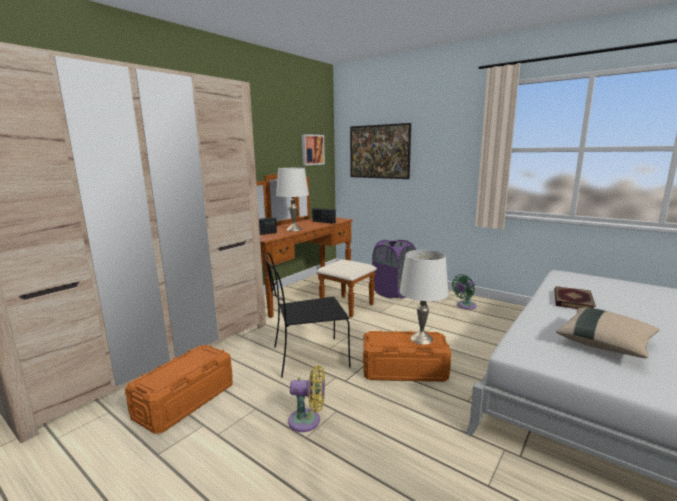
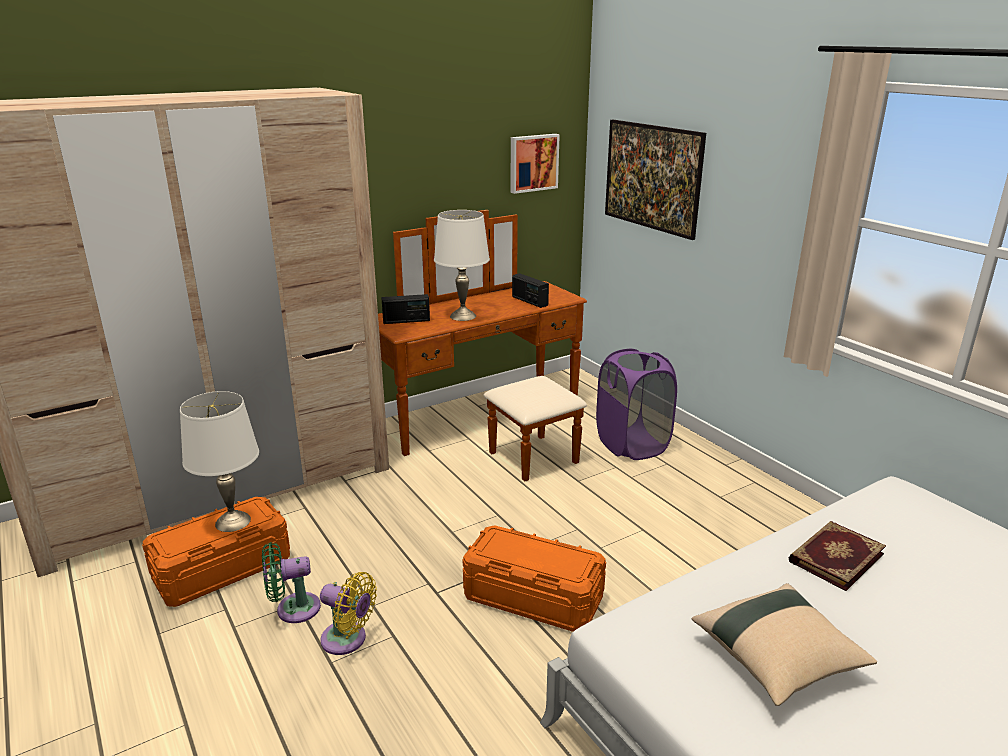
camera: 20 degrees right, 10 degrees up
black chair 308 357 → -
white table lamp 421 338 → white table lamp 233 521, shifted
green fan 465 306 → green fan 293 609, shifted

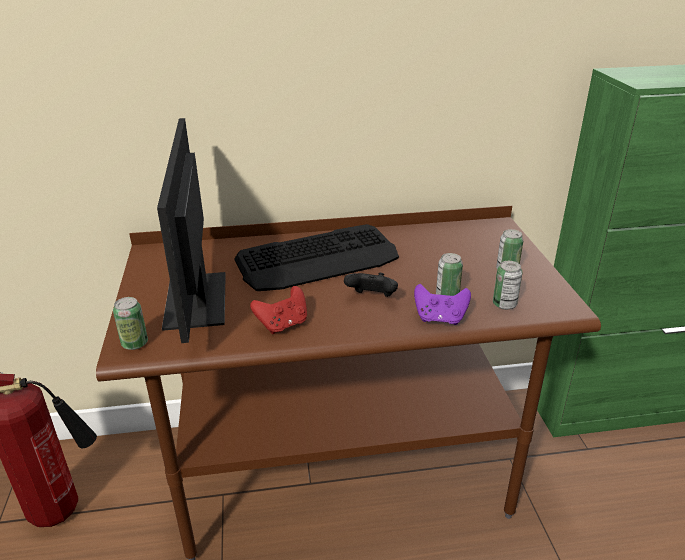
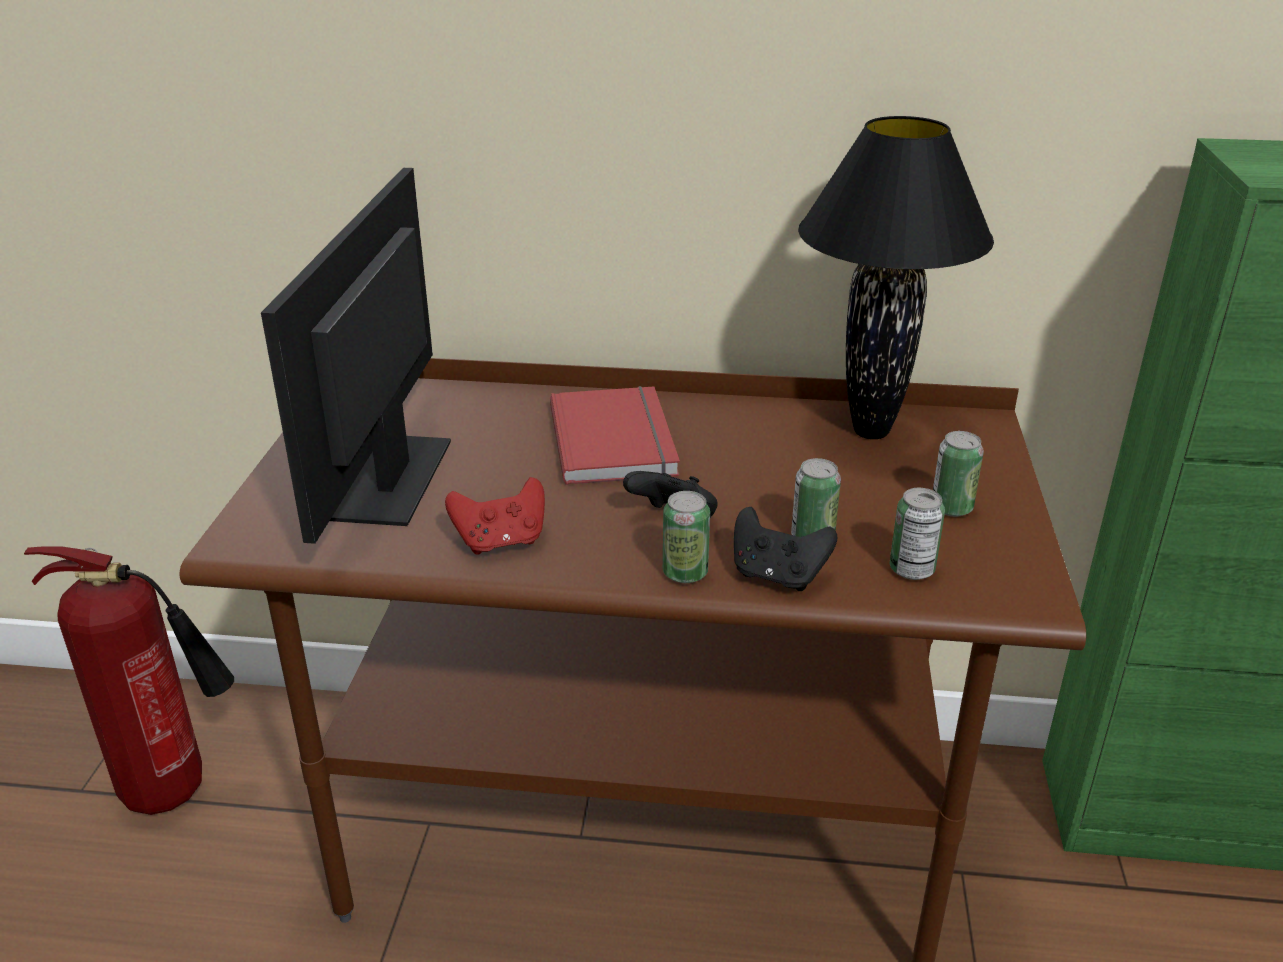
camera: 15 degrees right, 0 degrees up
can 135 343 → can 685 573, shifted
keyboard 318 259 → red book 617 439
purple game controller 440 318 → black game controller 777 576
- → black table lamp 872 432

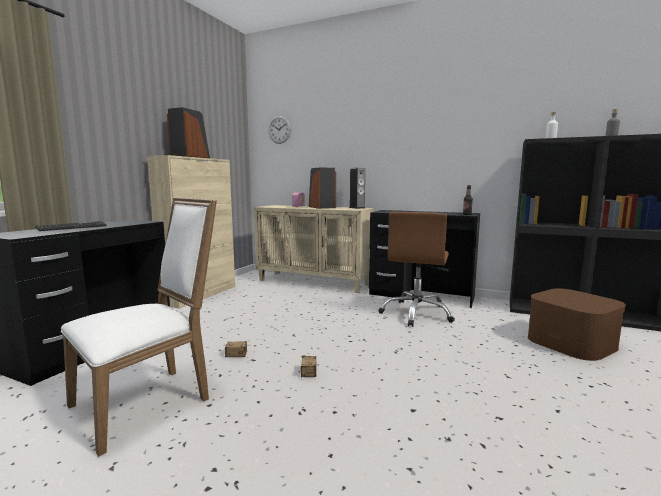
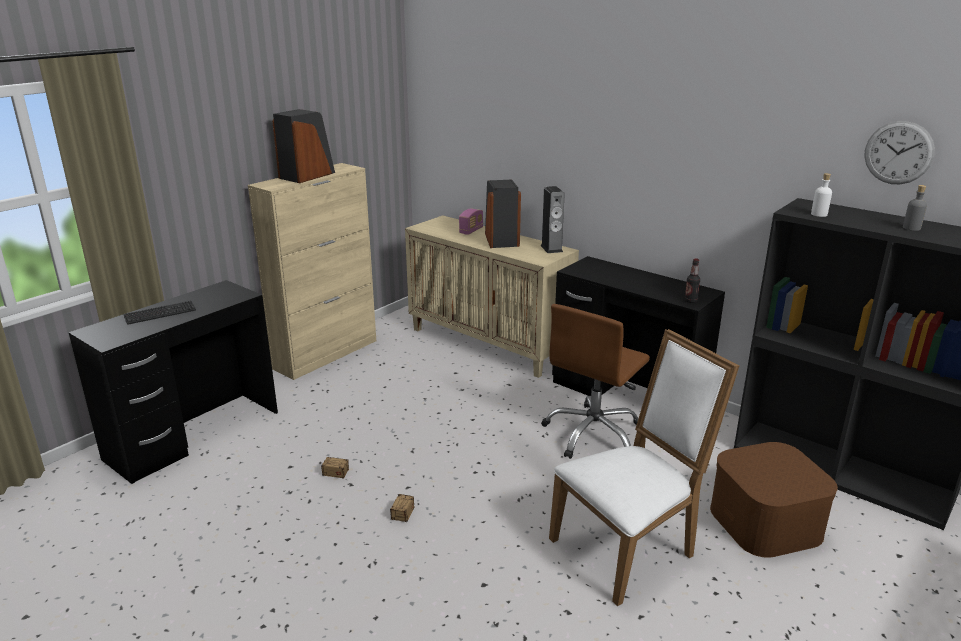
camera: 15 degrees right, 15 degrees up
white chair 149 401 → white chair 630 547, shifted
wall clock 279 129 → wall clock 898 153, shifted

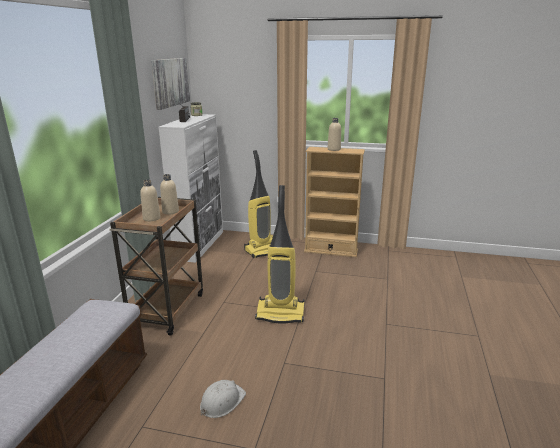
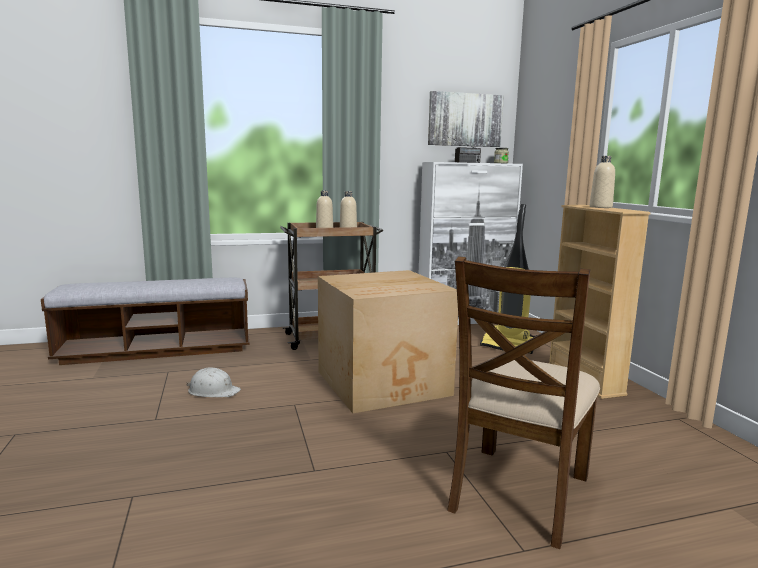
camera: 60 degrees right, 10 degrees down
vacuum cleaner 281 313 → cardboard box 385 383
- → brown chair 518 492

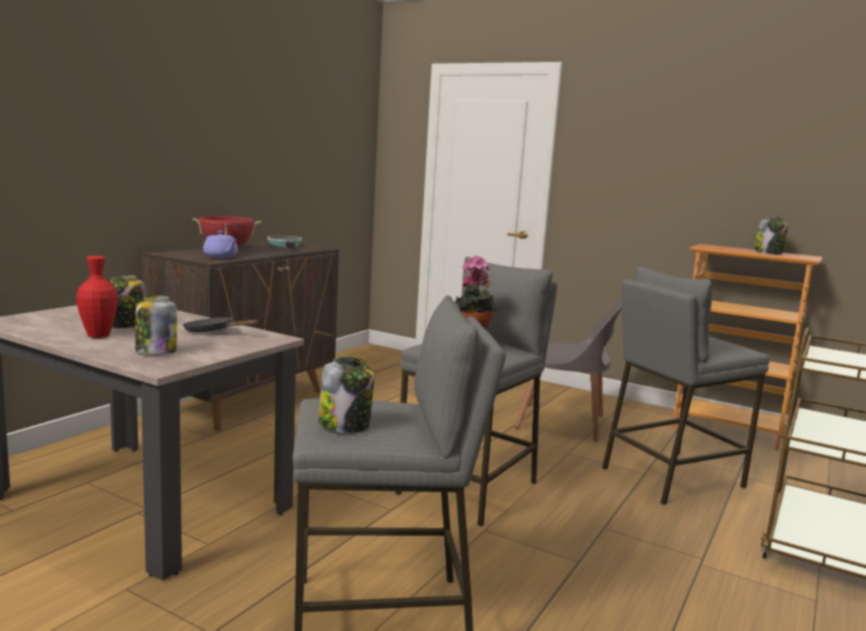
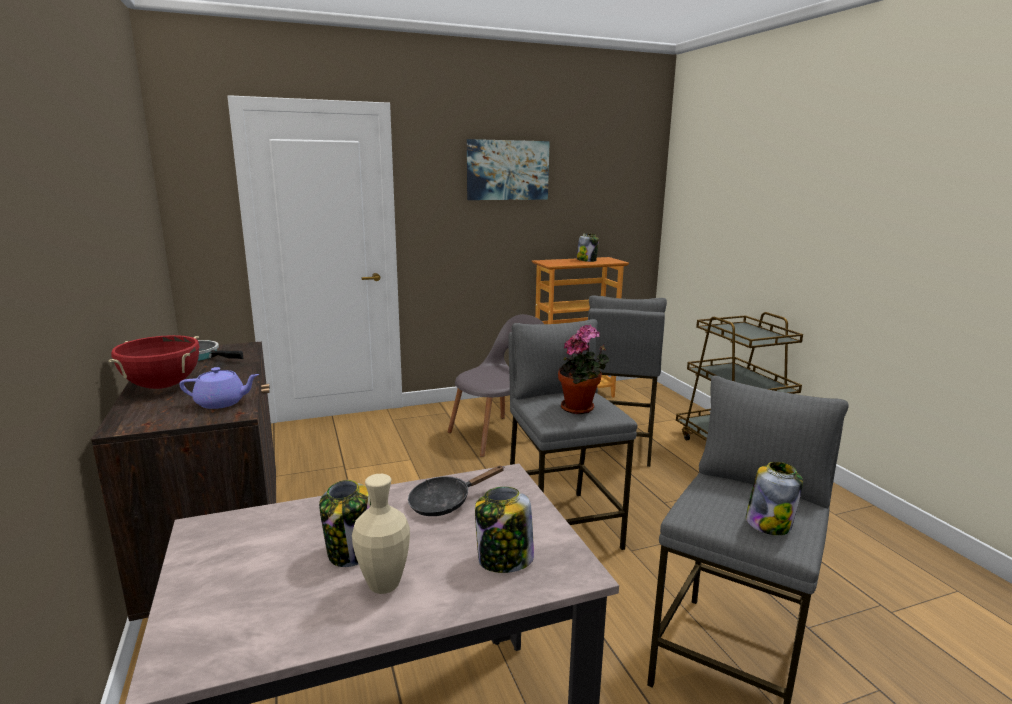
camera: 50 degrees left, 5 degrees up
red vase 98 336 → beige vase 384 585
- → picture 507 170

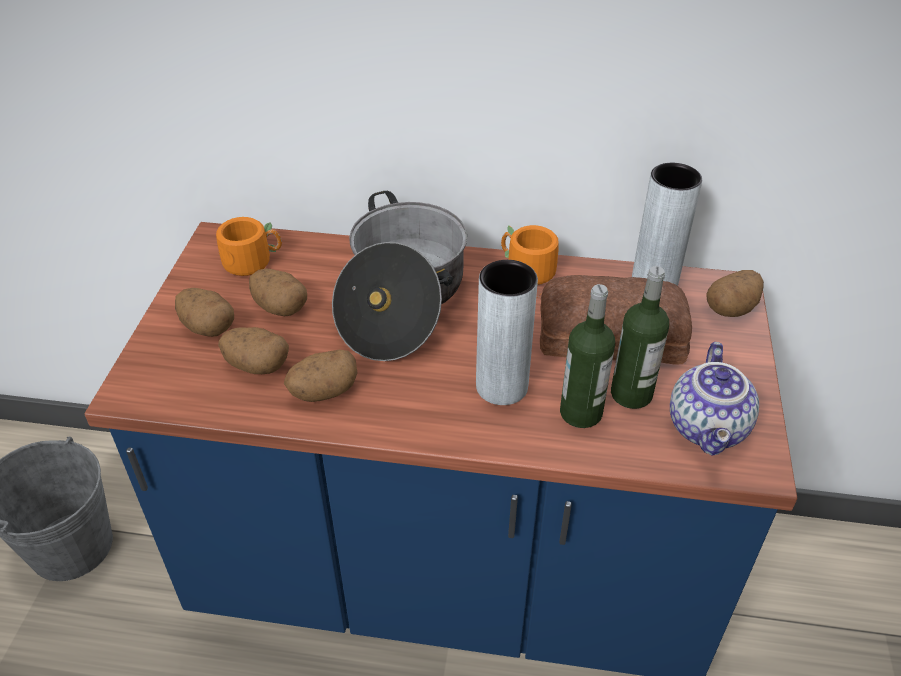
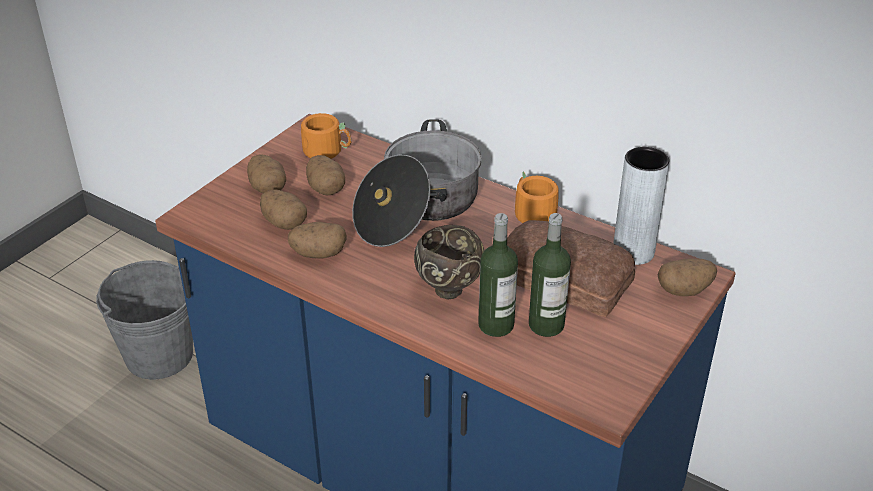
camera: 25 degrees right, 5 degrees down
grey vase 501 386 → brown bowl 449 289
teapot 709 429 → -

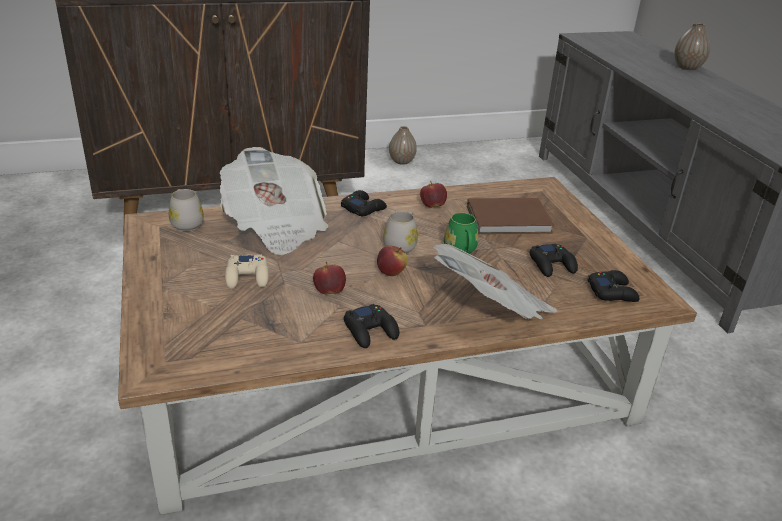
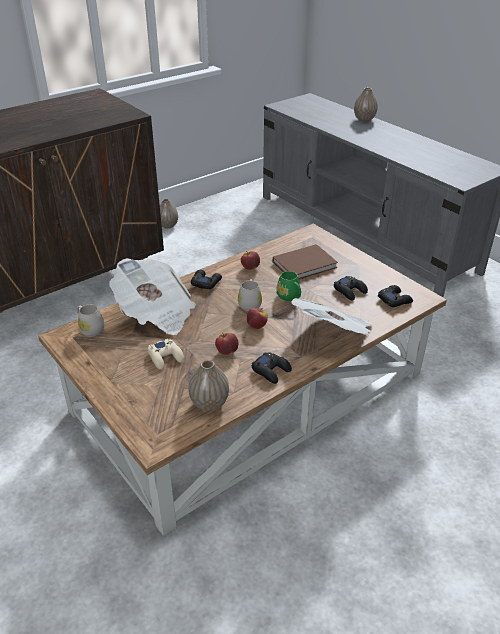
camera: 20 degrees left, 5 degrees up
- → vase 209 403

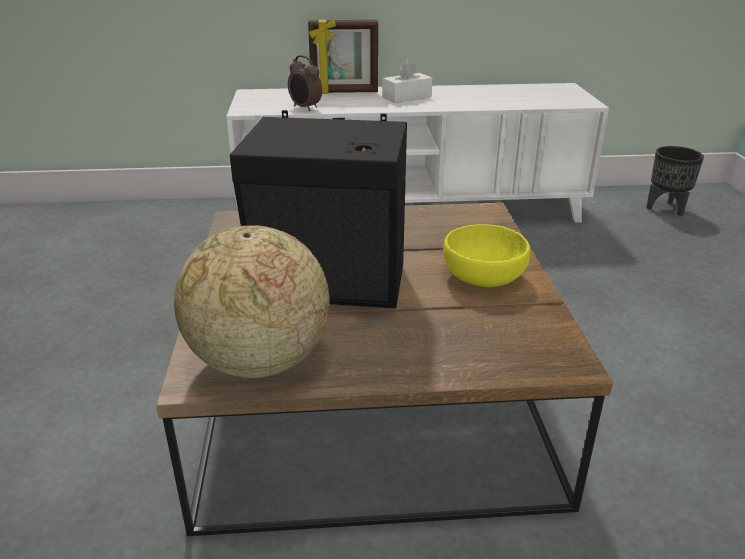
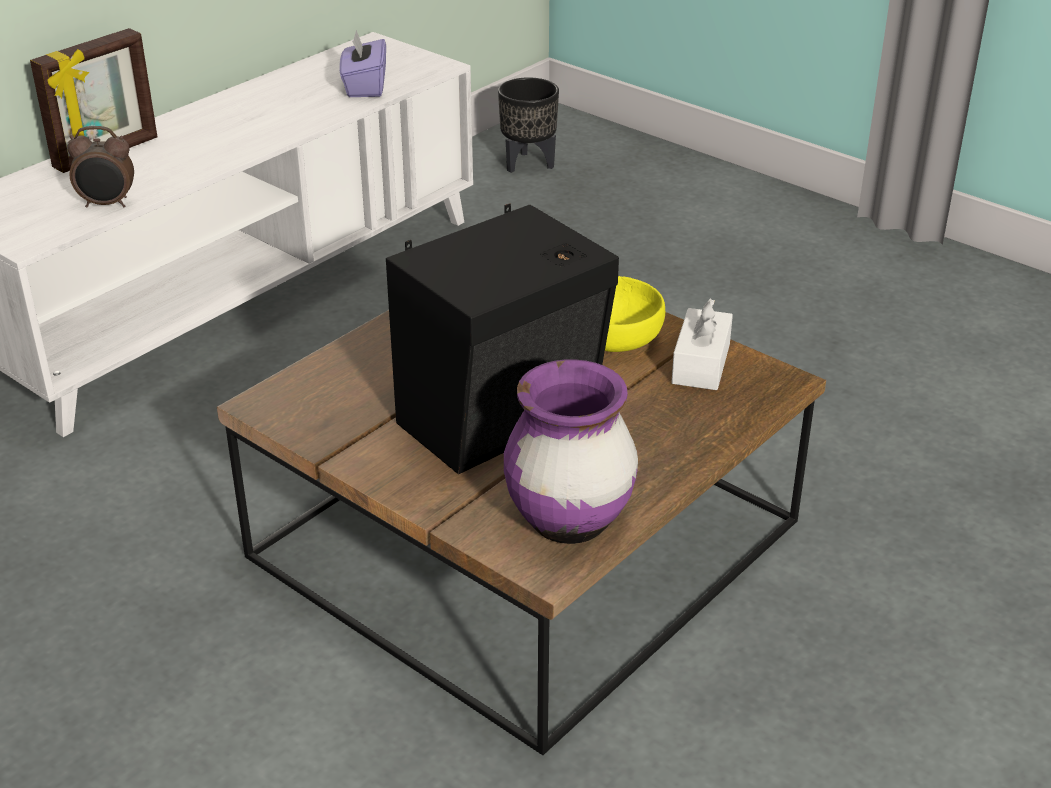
camera: 45 degrees left, 5 degrees up
globe 258 362 → purple vase 568 522
white tissue box 407 97 → white tissue box 701 364, shifted
- → purple tissue box 364 87

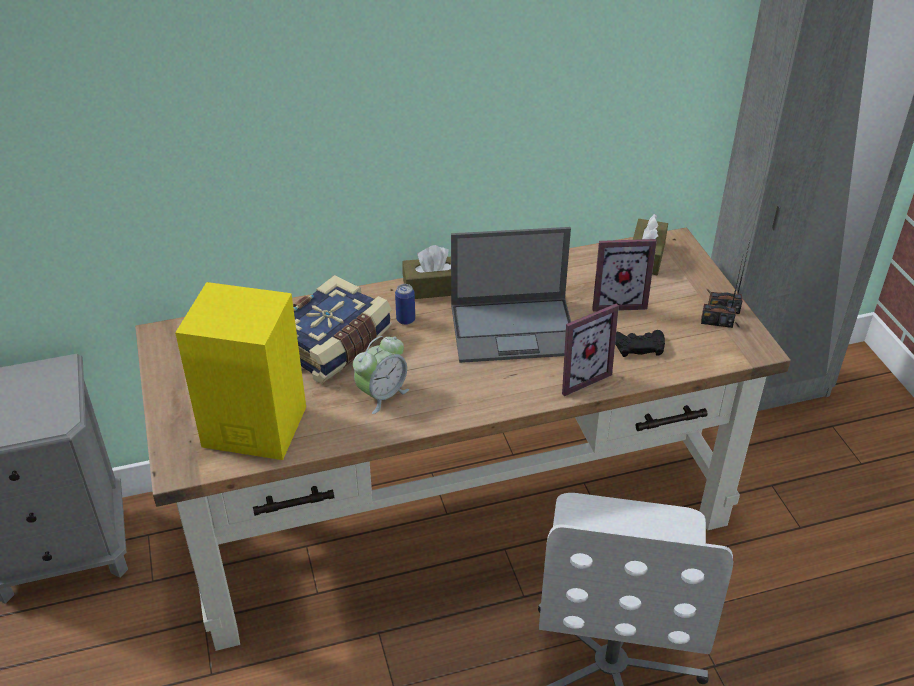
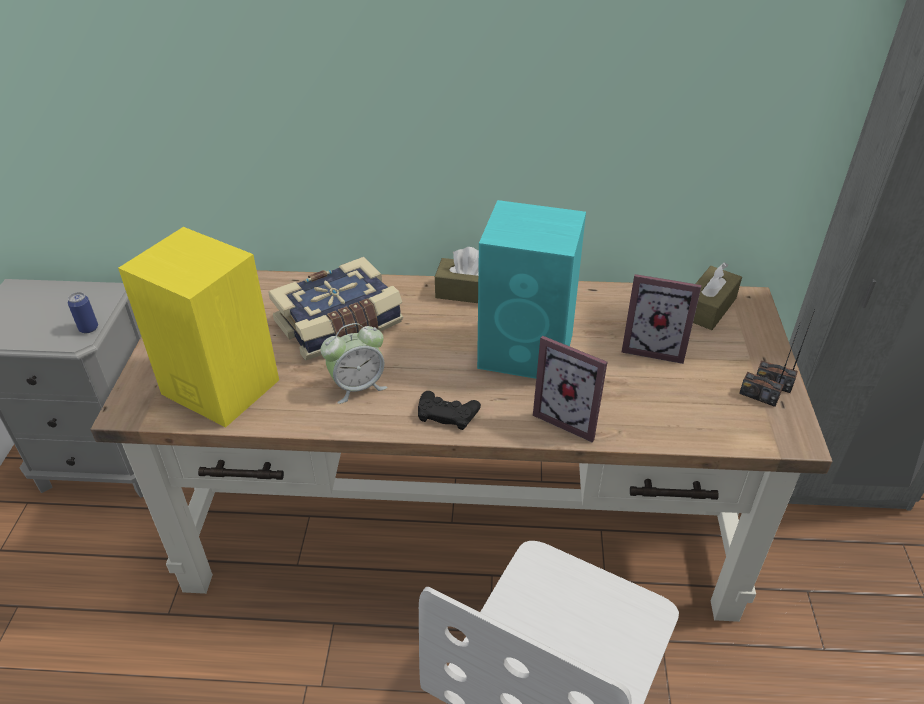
camera: 20 degrees right, 0 degrees up
can 405 319 → can 88 328, shifted
laptop 515 329 → turquoise speaker 528 352
picture frame 578 375 → picture frame 571 417, 45 degrees clockwise
black game controller 638 346 → black game controller 447 413, shifted

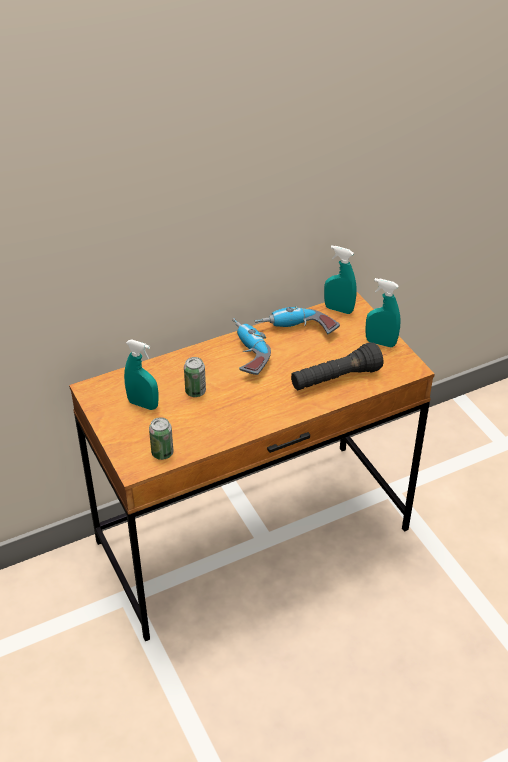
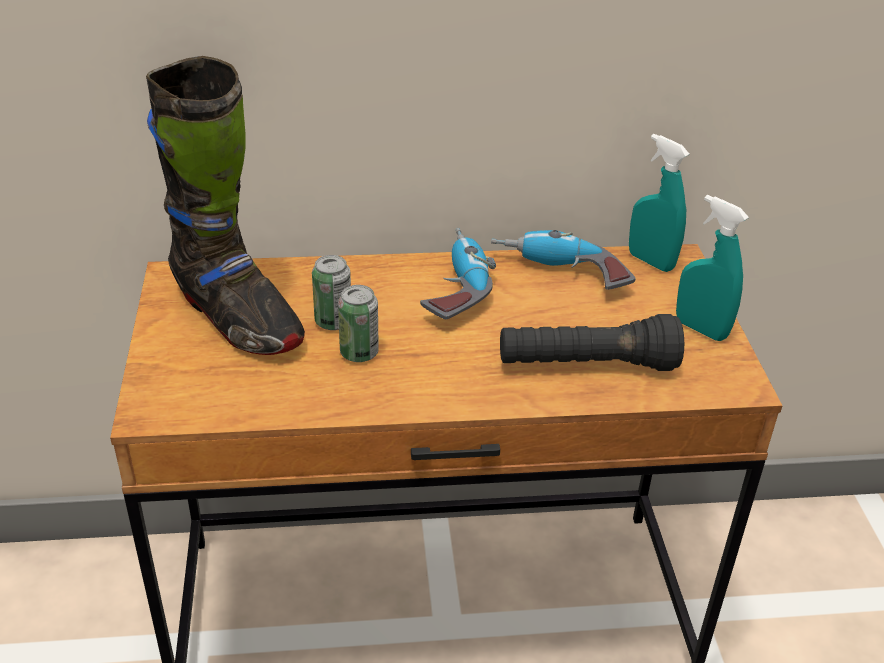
camera: 20 degrees right, 5 degrees down
turquoise spray bottle 143 404 → black boot 236 318
can 162 453 → can 359 353, shifted

